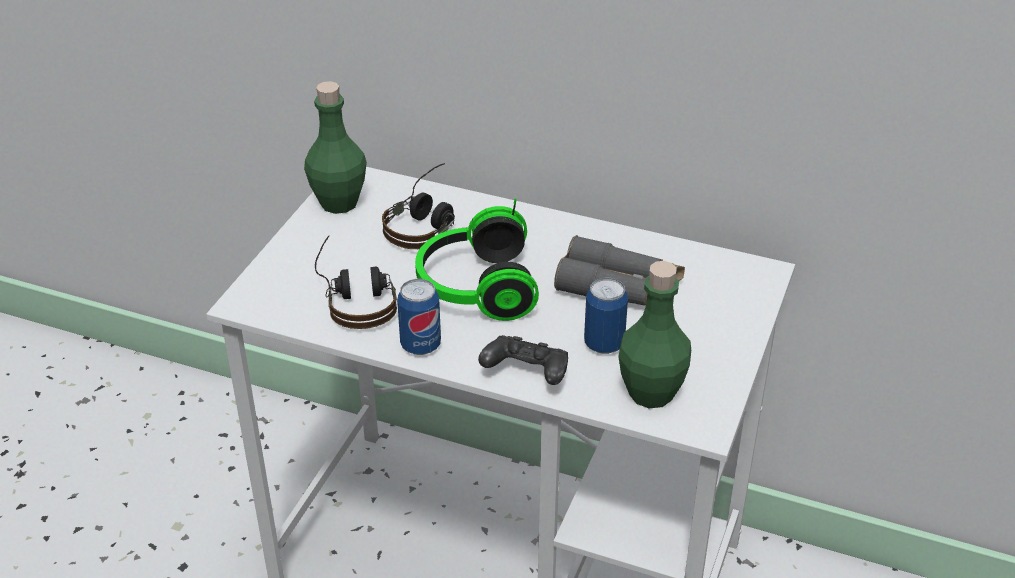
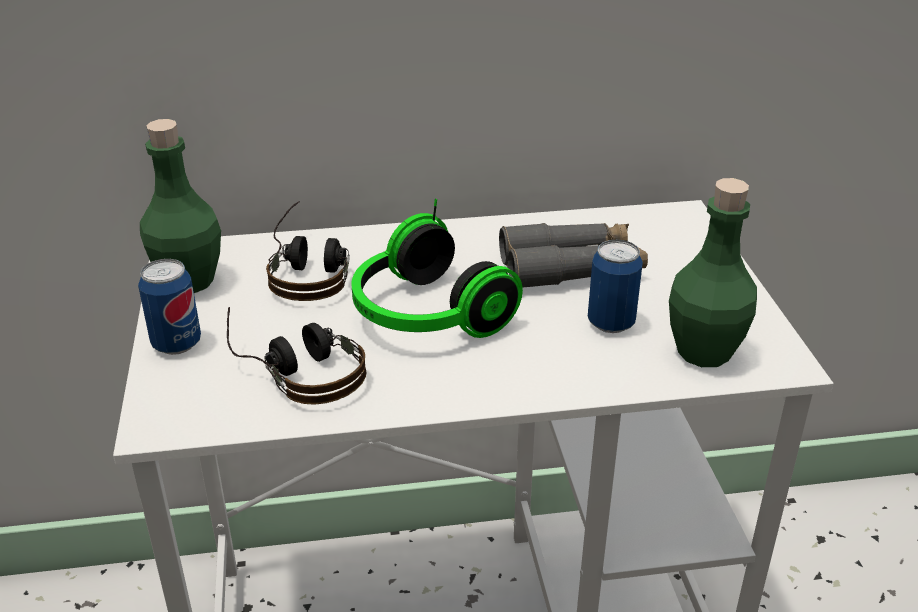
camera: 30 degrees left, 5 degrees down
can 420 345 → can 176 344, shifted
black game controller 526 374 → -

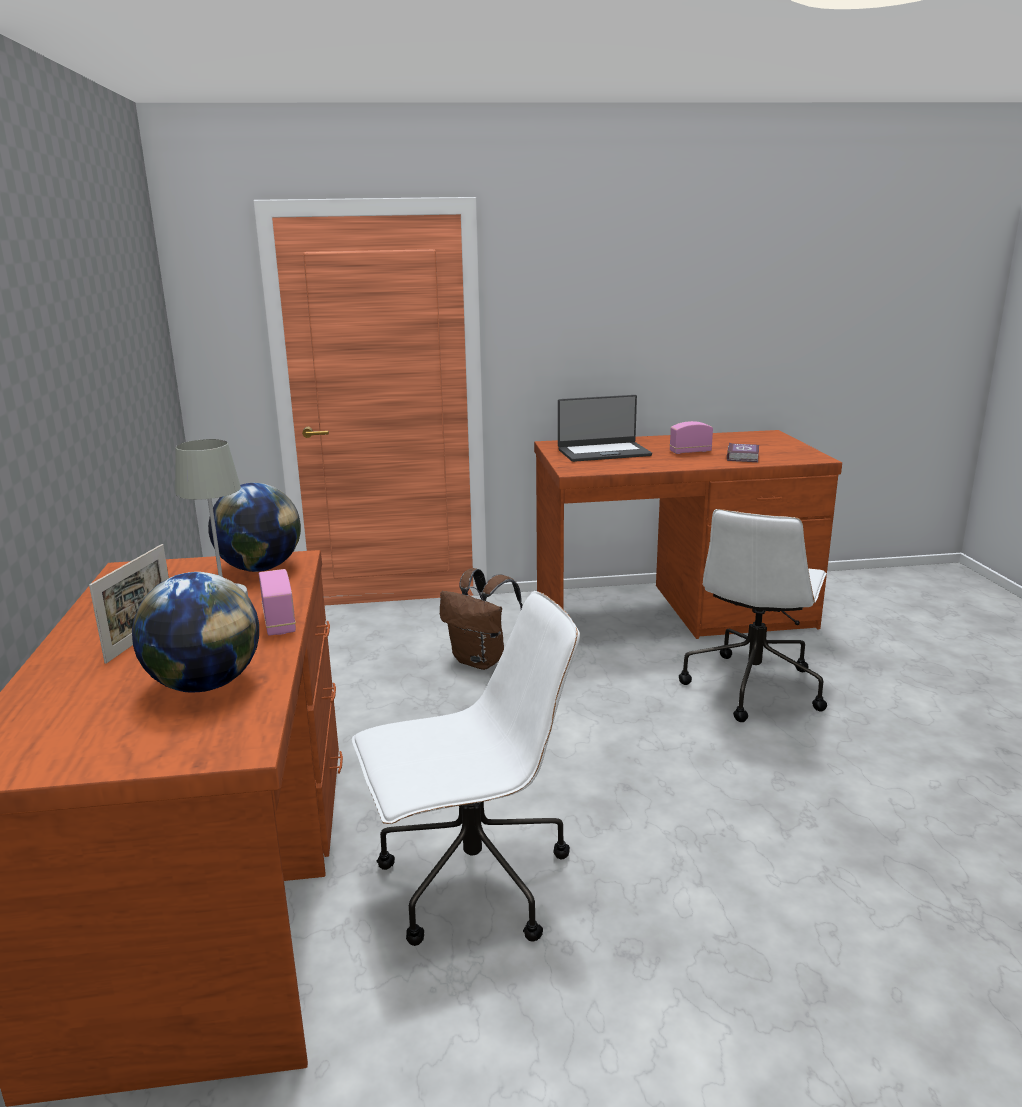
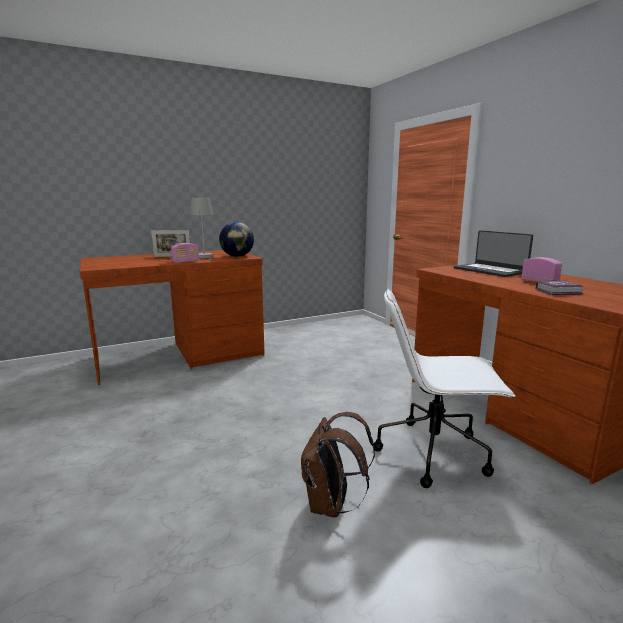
camera: 70 degrees right, 5 degrees down
globe 205 684 → -
white office chair 471 883 → -
brown backpack 482 661 → brown backpack 331 505, shifted

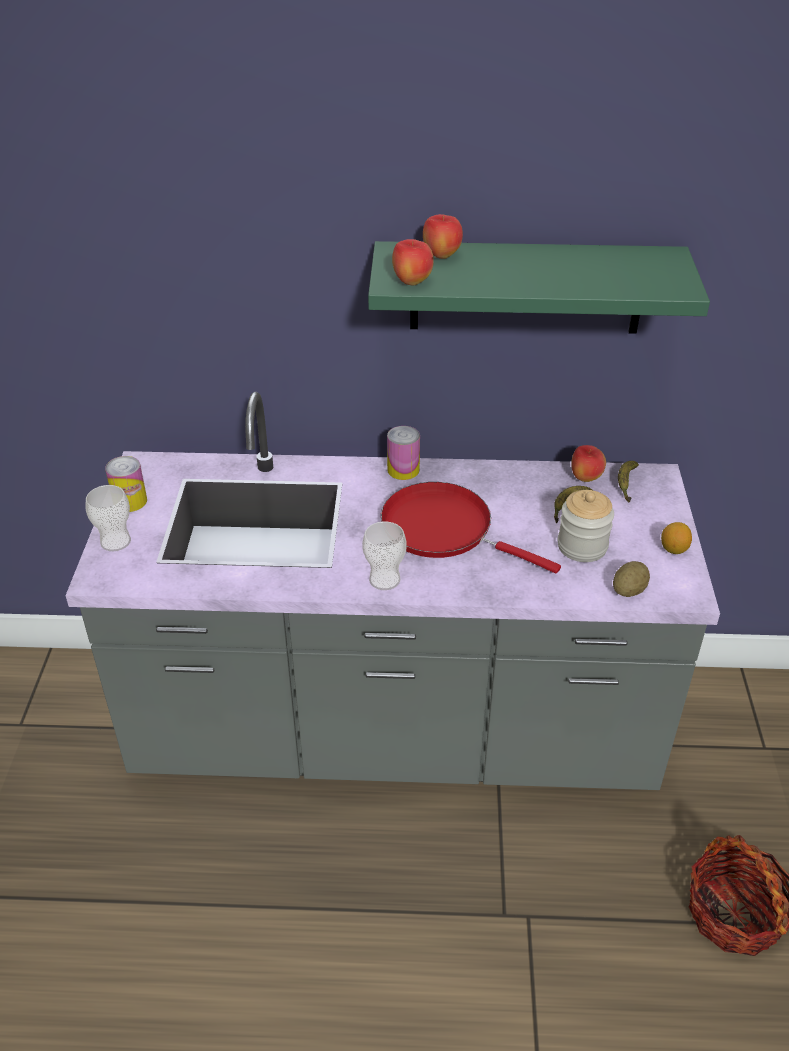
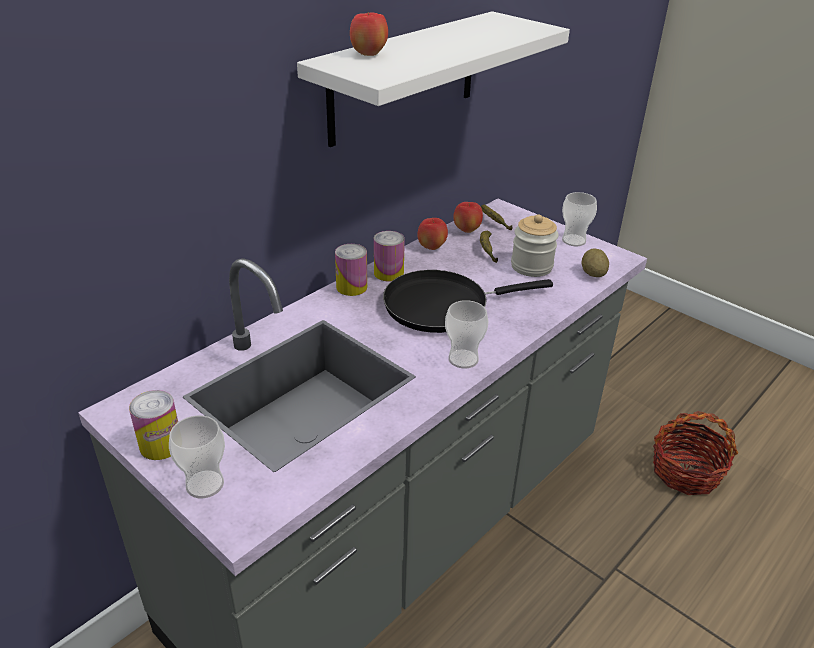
camera: 50 degrees left, 5 degrees down
green shelf 526 287 → white shelf 404 77
red frying pan 444 529 → black frying pan 442 305
apple 412 282 → apple 431 247, shifted
lemon 673 549 → cup 573 240
- → can 388 273

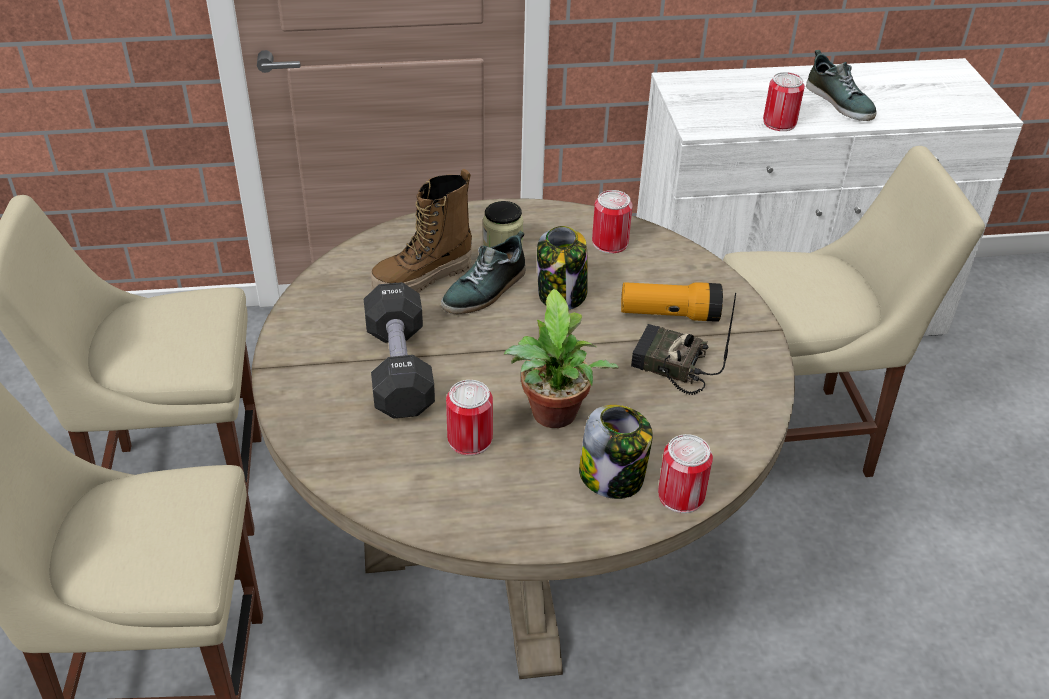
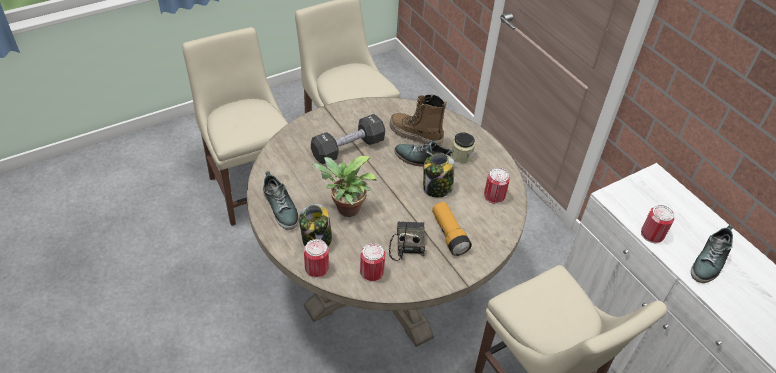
camera: 65 degrees right, 5 degrees up
can 470 439 → can 371 272, shifted
- → shoe 281 208

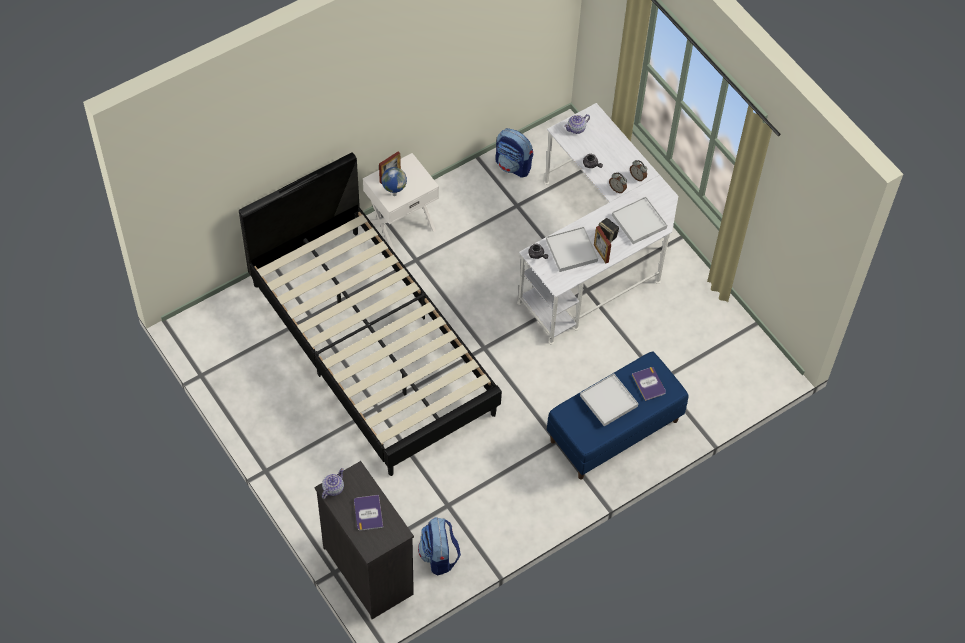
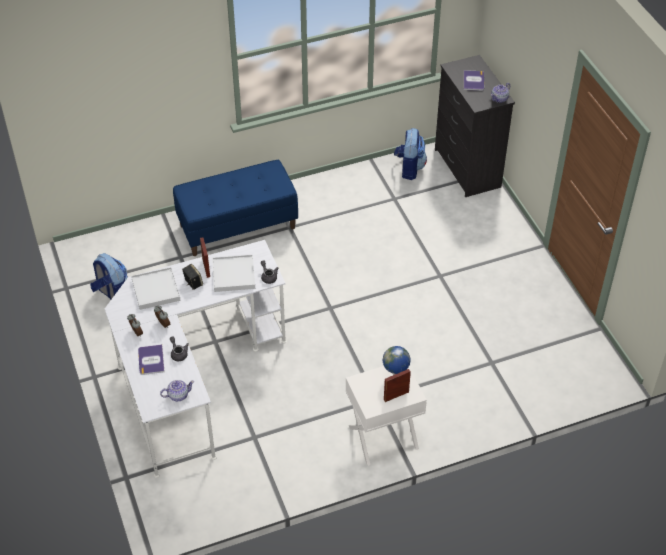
camera: 165 degrees left, 10 degrees down
black bed 372 347 → -
backpack 513 166 → backpack 112 294, shifted
white tray 608 401 → -
book 649 384 → book 151 360, shifted

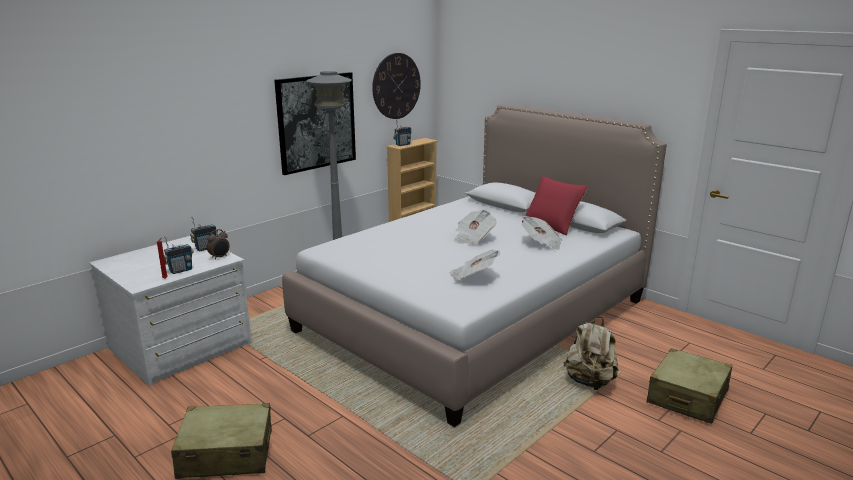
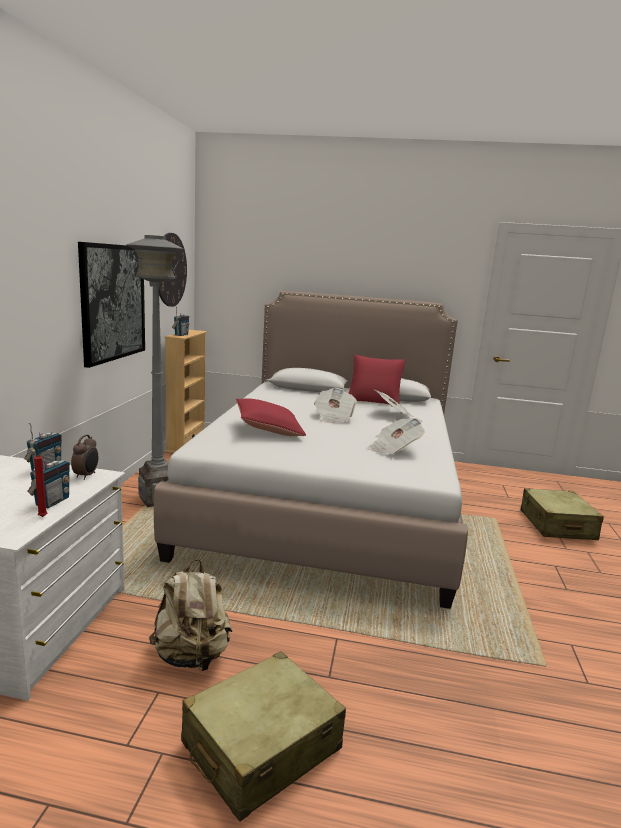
camera: 35 degrees left, 5 degrees down
beige backpack 589 381 → beige backpack 192 656, shifted
- → red pillow 268 429

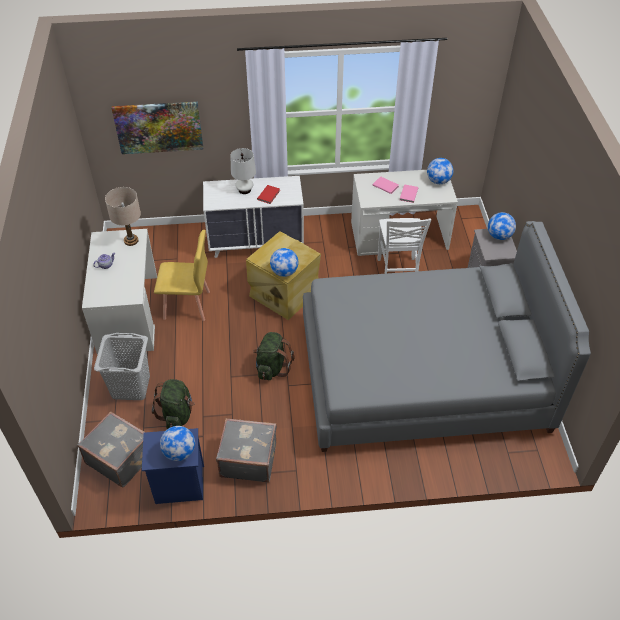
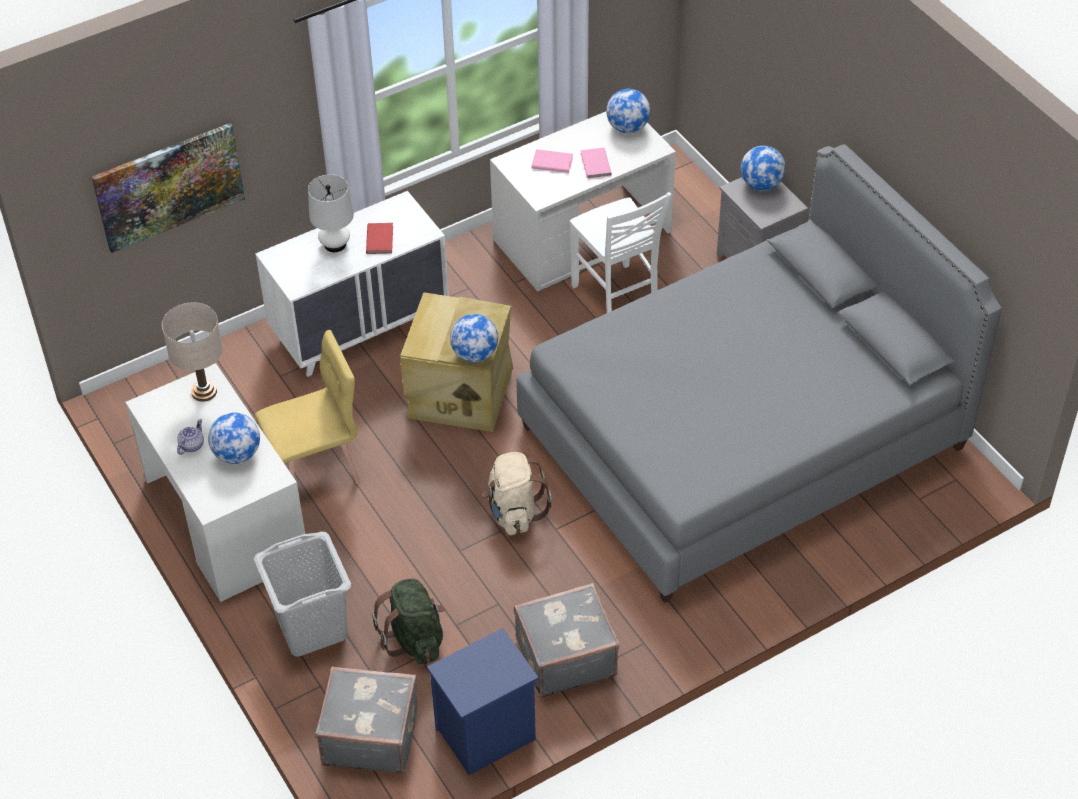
camera: 25 degrees left, 0 degrees up
globe 179 452 → globe 237 454, shifted
green backpack 272 367 → beige backpack 514 512

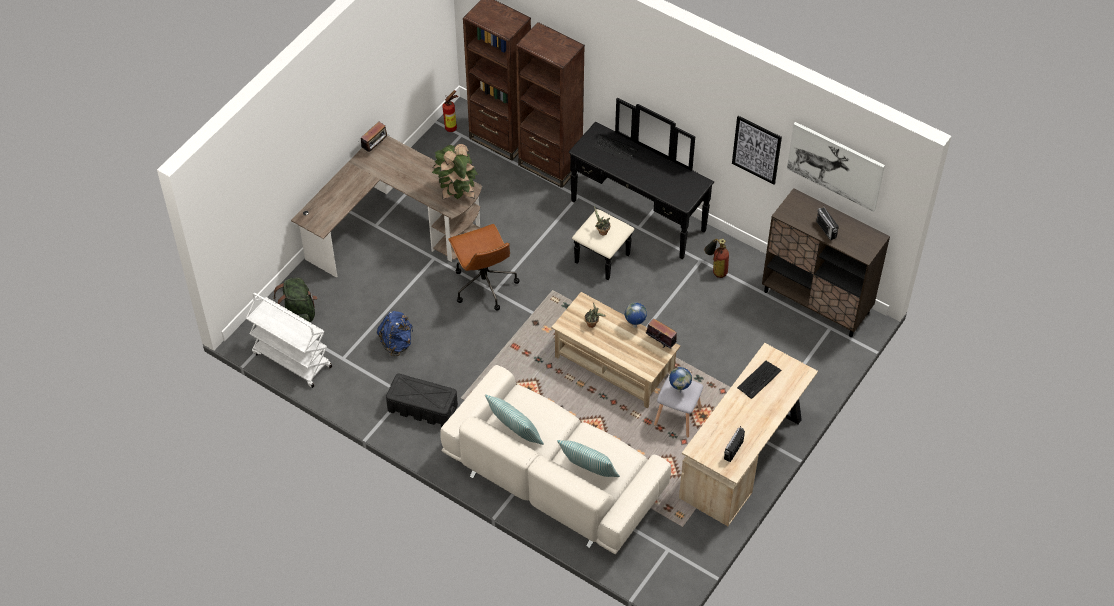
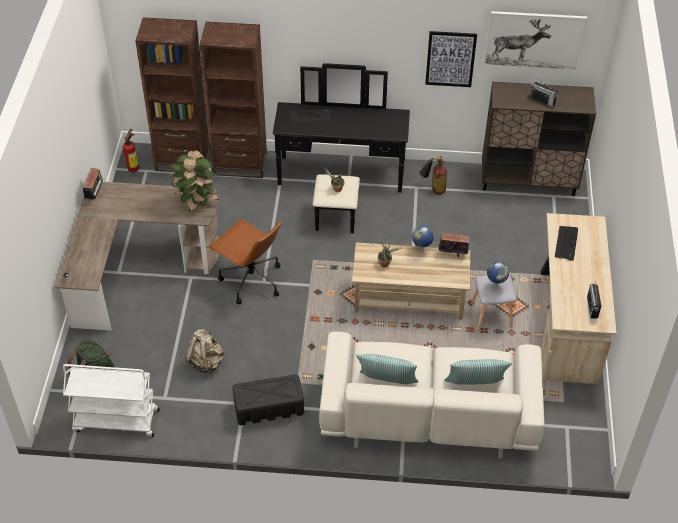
camera: 30 degrees left, 5 degrees down
blue backpack 397 343 → beige backpack 206 362

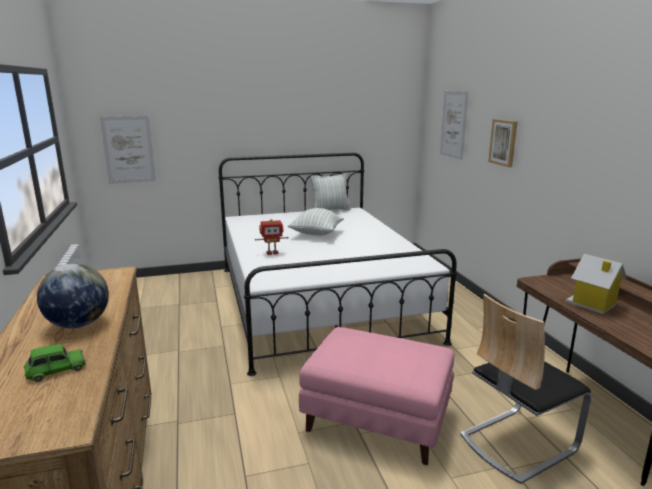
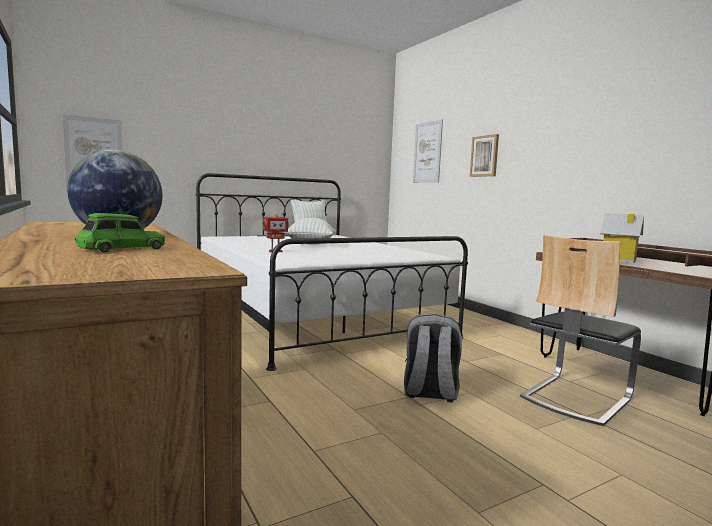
camera: 15 degrees left, 10 degrees down
pink ottoman 375 419 → grey backpack 429 392

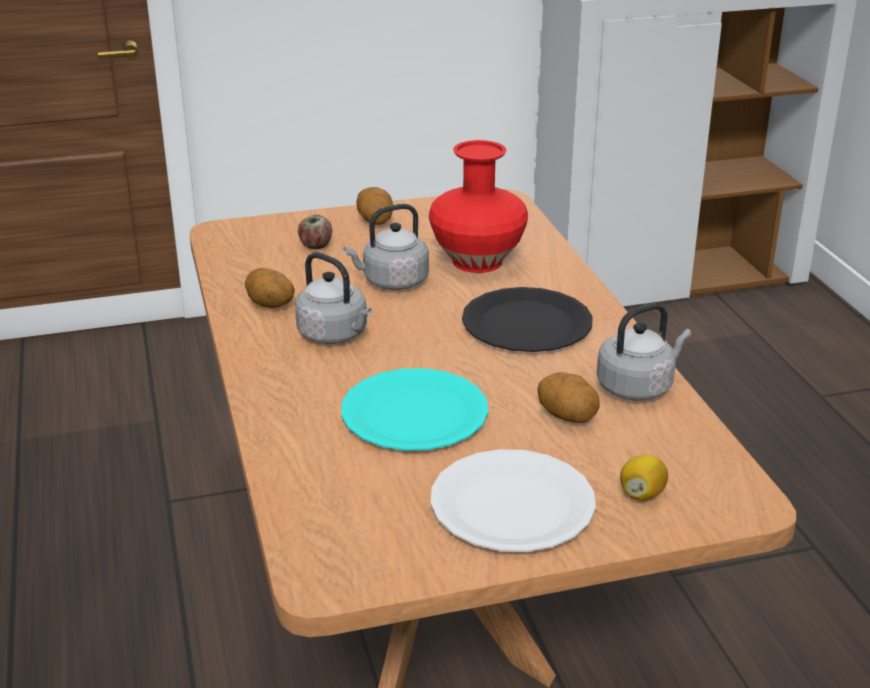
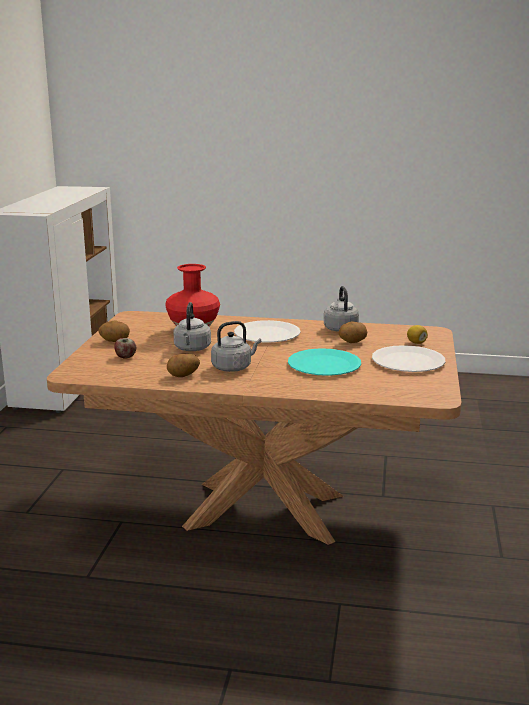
camera: 65 degrees left, 10 degrees down
black plate 526 323 → white plate 267 334

